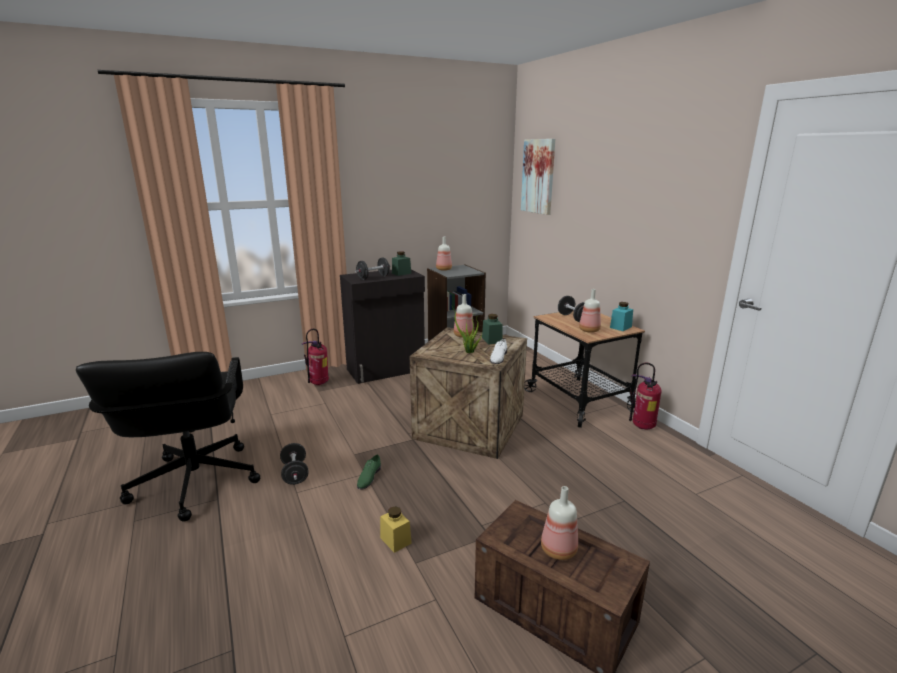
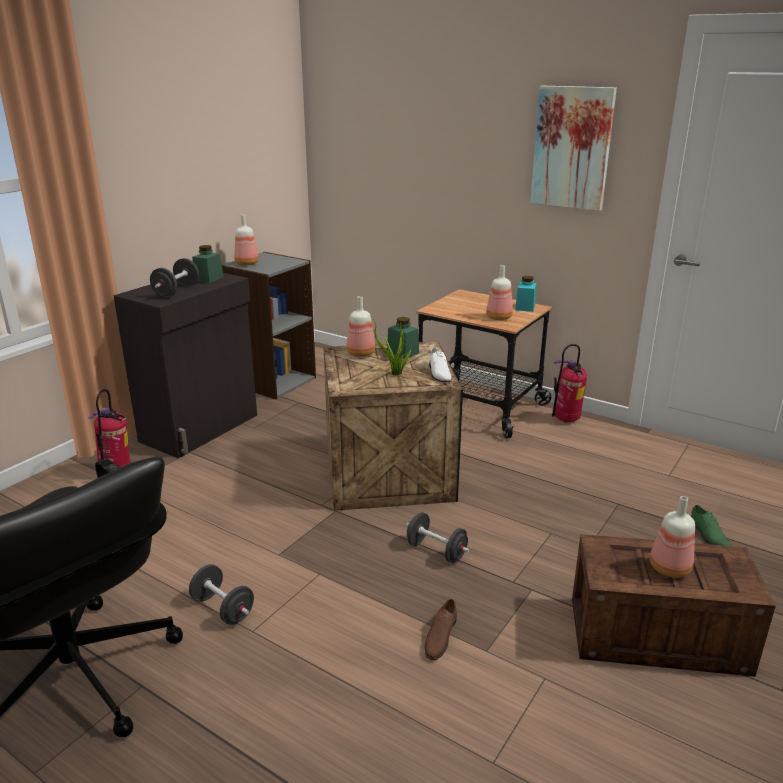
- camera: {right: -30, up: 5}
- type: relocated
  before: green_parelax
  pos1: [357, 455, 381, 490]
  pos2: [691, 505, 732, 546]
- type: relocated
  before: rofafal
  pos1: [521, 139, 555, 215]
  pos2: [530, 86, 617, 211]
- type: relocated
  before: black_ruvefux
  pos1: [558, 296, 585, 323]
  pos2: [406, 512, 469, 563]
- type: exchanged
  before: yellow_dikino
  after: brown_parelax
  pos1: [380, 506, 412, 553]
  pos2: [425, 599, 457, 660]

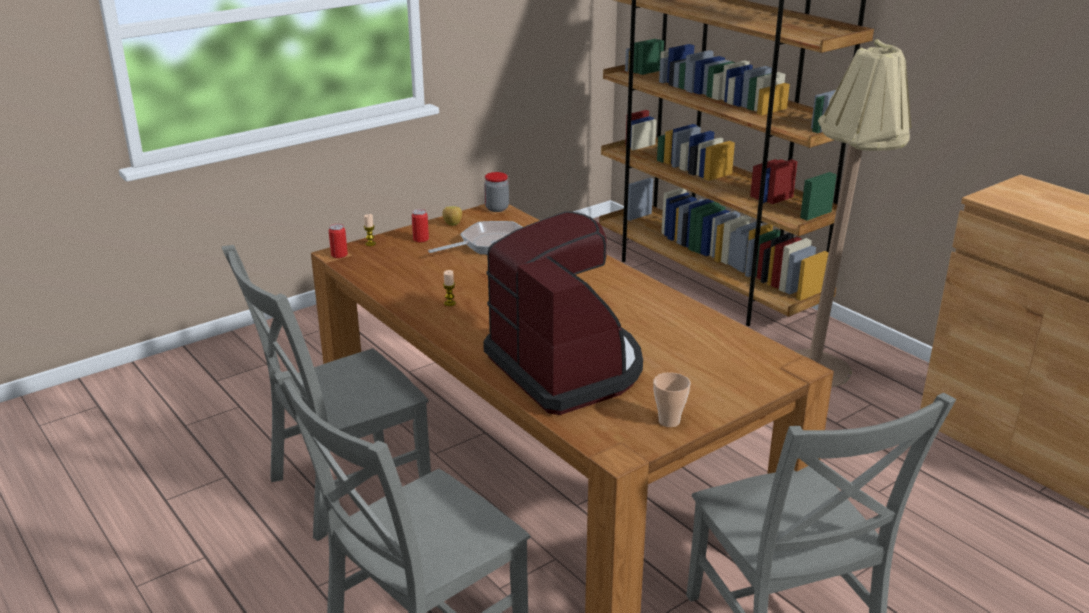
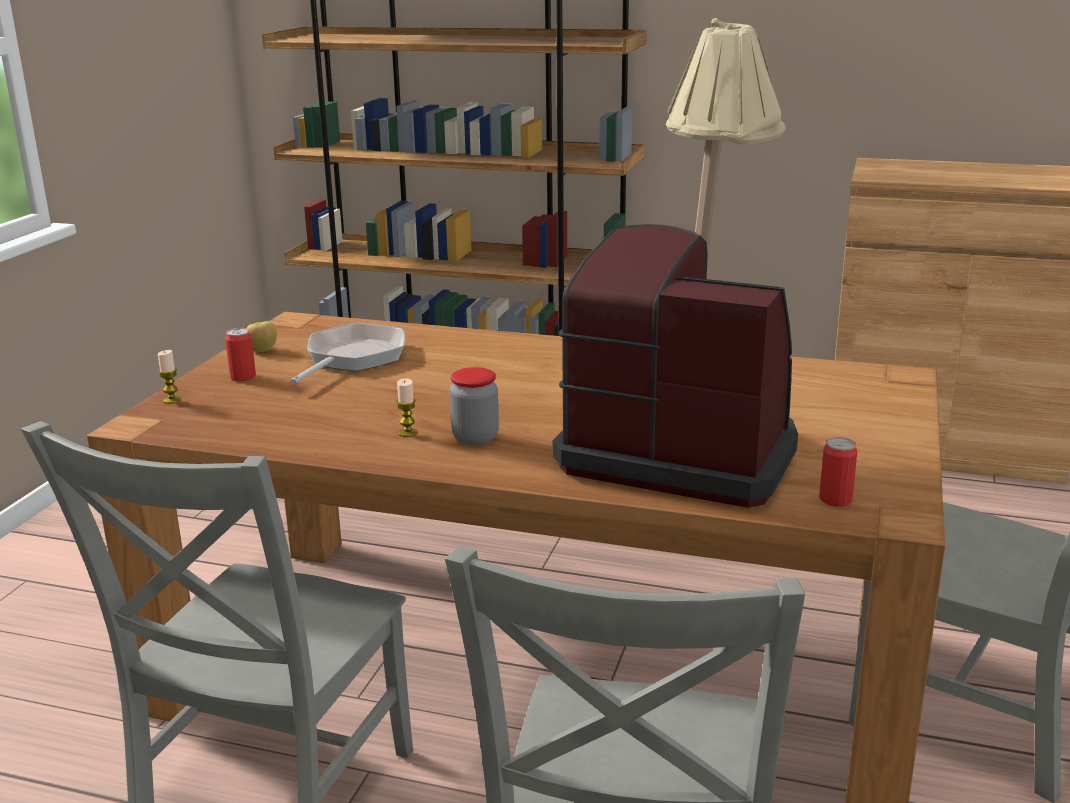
- camera: {right: -35, up: -5}
- type: missing
  before: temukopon
  pos1: [653, 372, 690, 427]
- type: relocated
  before: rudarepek
  pos1: [329, 224, 348, 258]
  pos2: [819, 437, 857, 507]
- type: relocated
  before: dikino
  pos1: [484, 172, 509, 212]
  pos2: [450, 367, 499, 445]

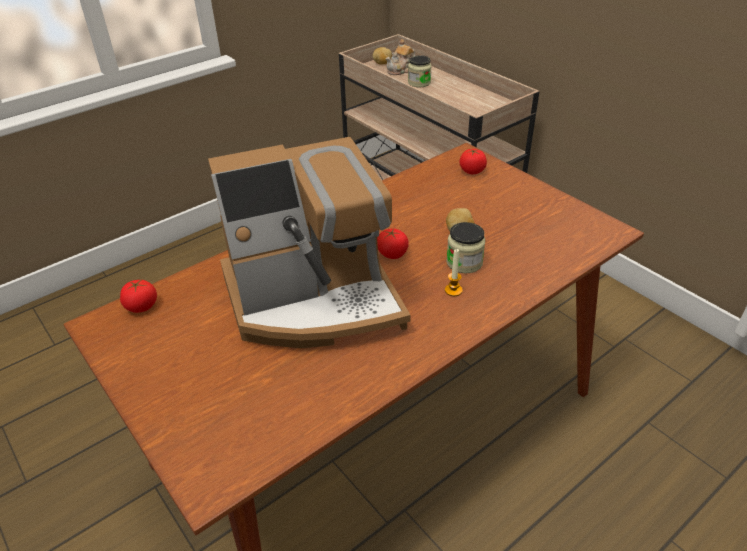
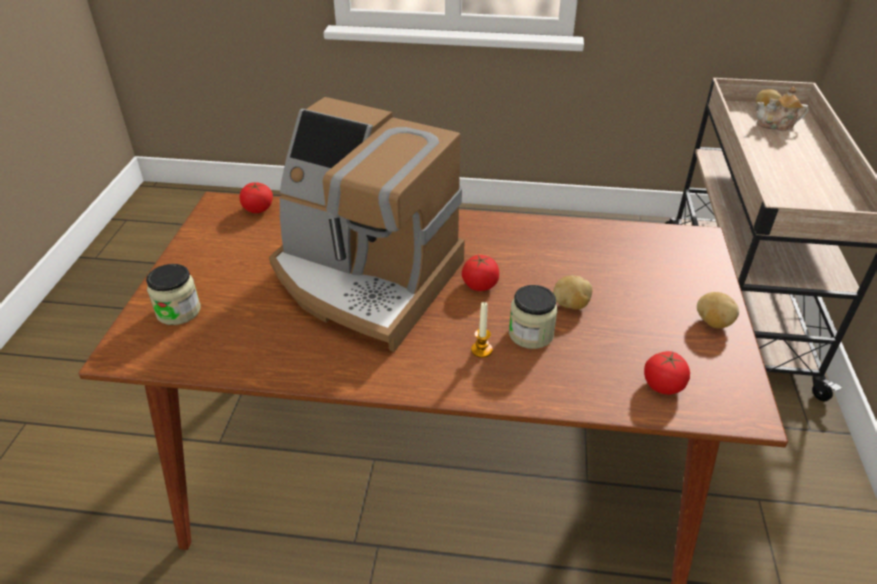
- camera: {right: 45, up: 0}
- type: appeared
  after: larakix
  pos2: [697, 292, 739, 329]
- type: relocated
  before: dikino
  pos1: [408, 55, 432, 87]
  pos2: [146, 264, 201, 325]
- type: relocated
  before: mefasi
  pos1: [460, 149, 487, 174]
  pos2: [644, 351, 690, 395]

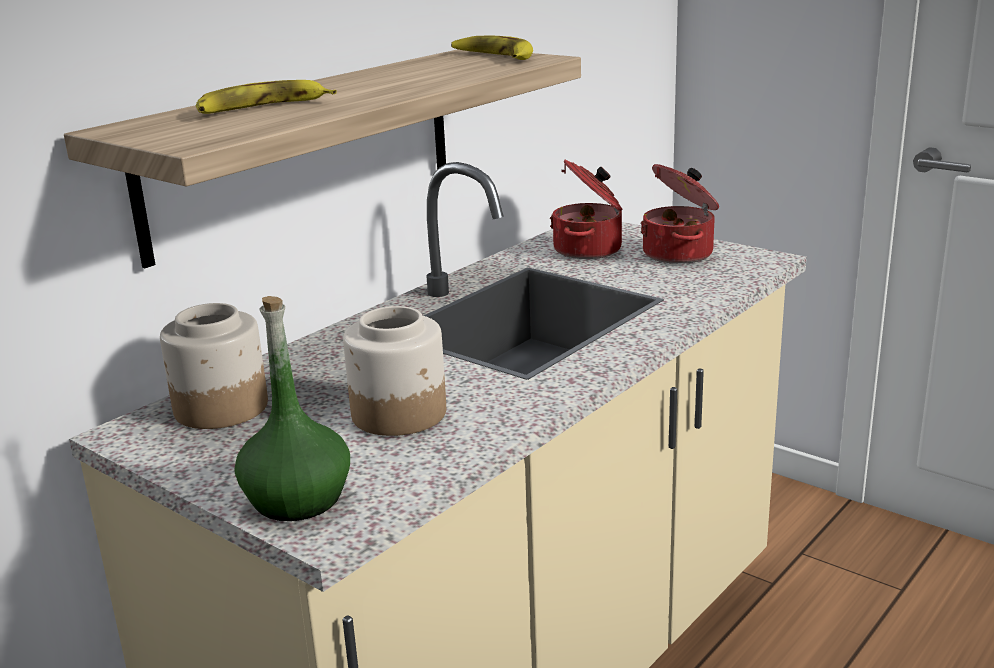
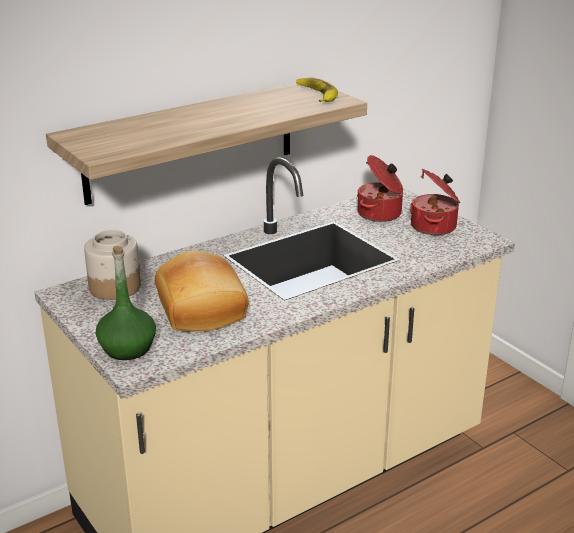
- camera: {right: 15, up: 5}
- type: missing
  before: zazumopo
  pos1: [196, 80, 337, 114]
- type: exchanged
  before: dikino
  after: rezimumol
  pos1: [343, 306, 446, 436]
  pos2: [155, 250, 249, 332]

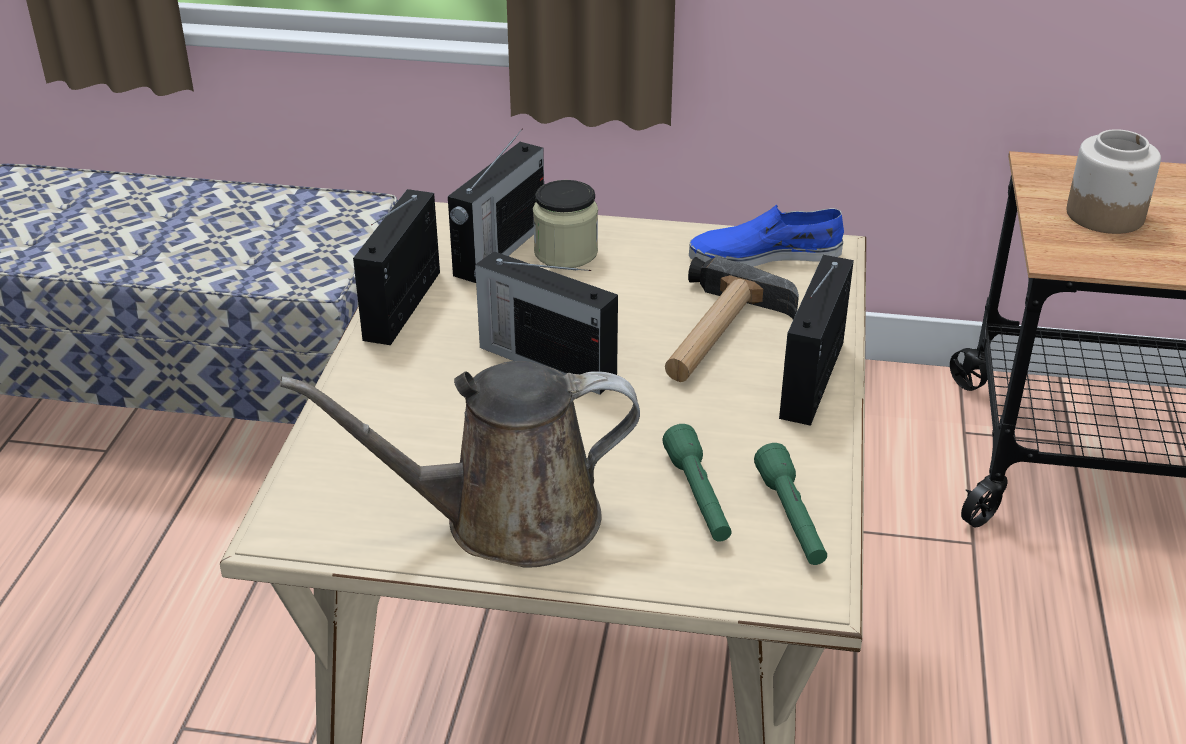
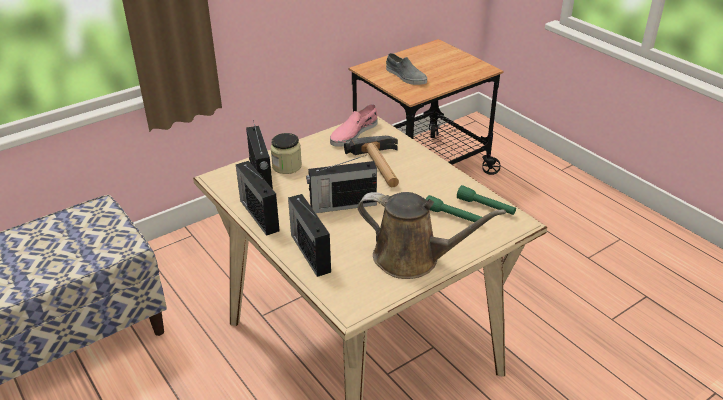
- camera: {right: -45, up: 0}
- type: relocated
  before: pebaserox
  pos1: [779, 255, 854, 426]
  pos2: [288, 194, 331, 277]
- type: exchanged
  before: dikino
  after: grey_parelax
  pos1: [1067, 129, 1161, 234]
  pos2: [386, 53, 427, 85]
- type: colour
  before: blue_parelax
  after: pink_parelax
  pos1: [689, 205, 844, 267]
  pos2: [330, 104, 378, 147]
- type: spun
  before: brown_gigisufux
  pos1: [280, 361, 640, 567]
  pos2: [358, 192, 506, 279]
  turn: -105

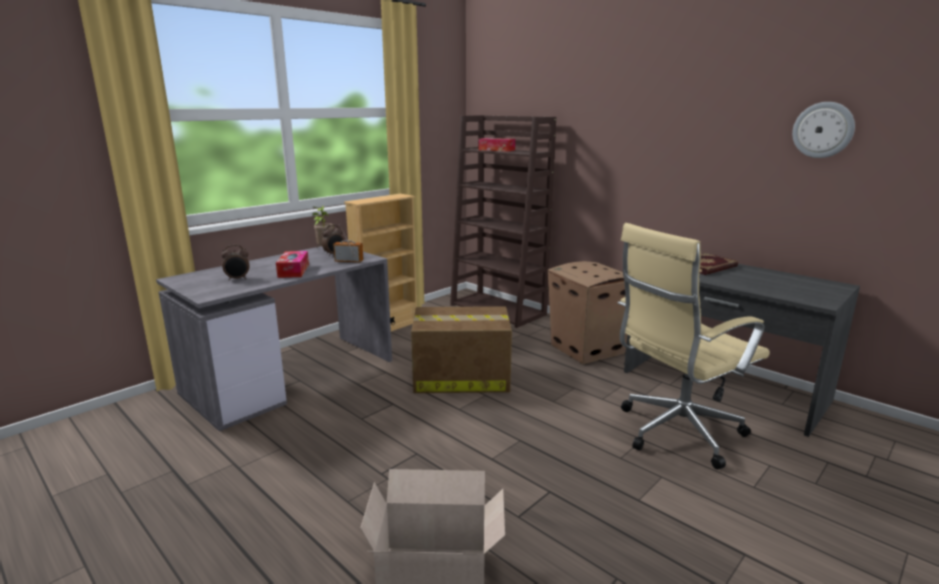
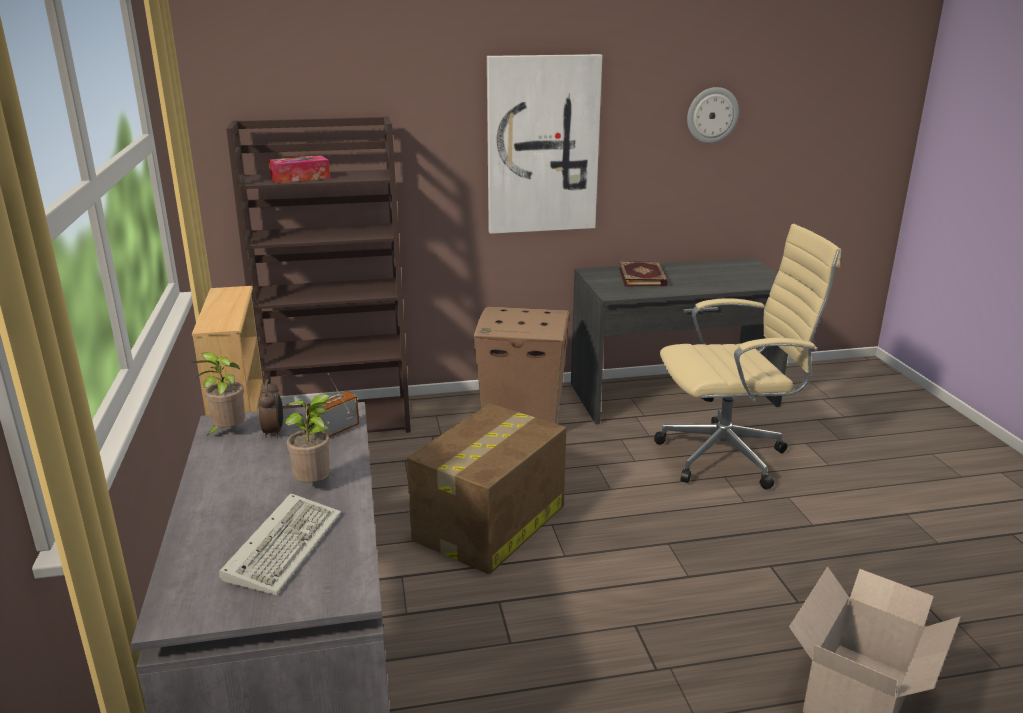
- camera: {right: -55, up: 5}
- type: appeared
  after: rofafal
  pos2: [487, 54, 603, 234]
- type: exchanged
  before: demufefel
  after: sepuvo
  pos1: [221, 245, 250, 281]
  pos2: [219, 493, 341, 595]
- type: exchanged
  before: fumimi
  after: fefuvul
  pos1: [276, 251, 309, 278]
  pos2: [285, 394, 332, 482]
- type: spun
  before: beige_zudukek
  pos1: [618, 223, 770, 469]
  pos2: [654, 224, 841, 490]
  turn: -105

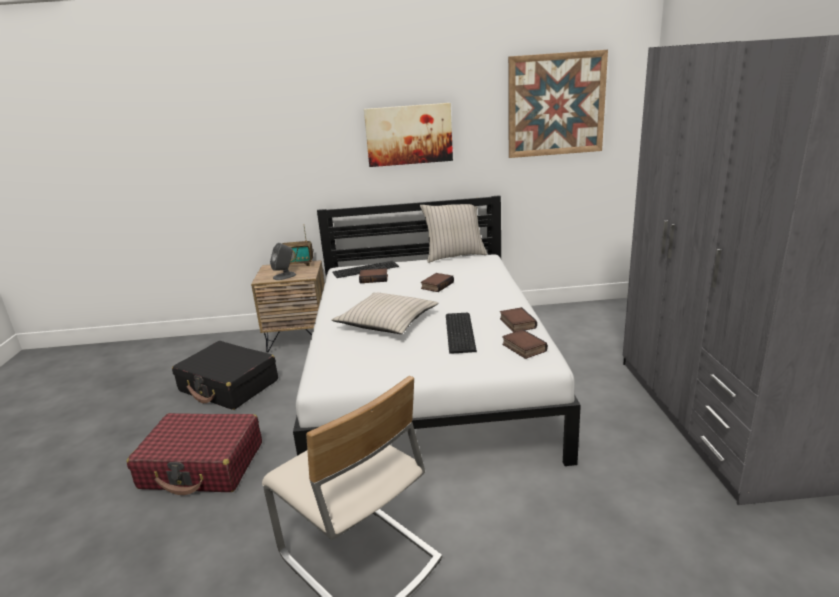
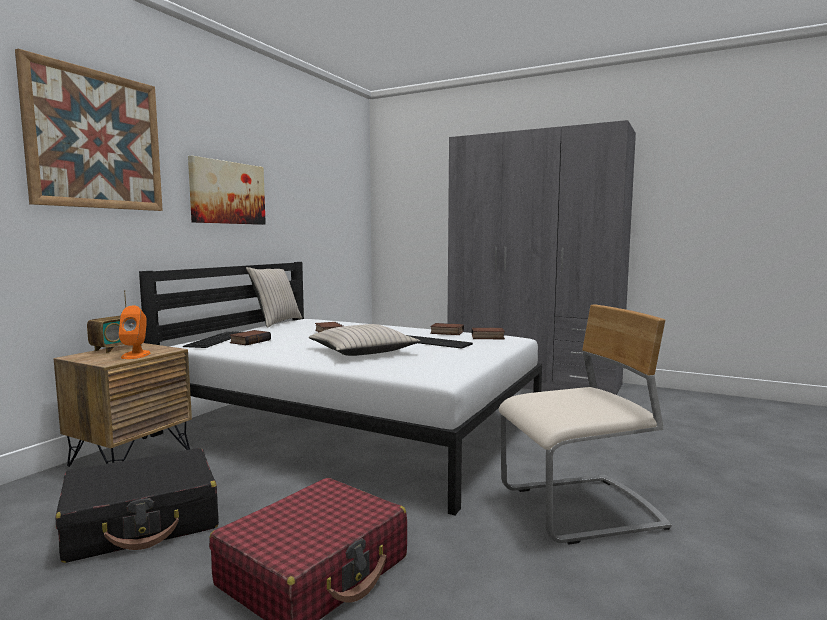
- camera: {right: -60, up: -15}
- type: relocated
  before: rofafal
  pos1: [508, 50, 608, 158]
  pos2: [15, 49, 163, 211]
- type: colour
  before: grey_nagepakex
  after: orange_nagepakex
  pos1: [270, 243, 296, 280]
  pos2: [118, 306, 150, 359]

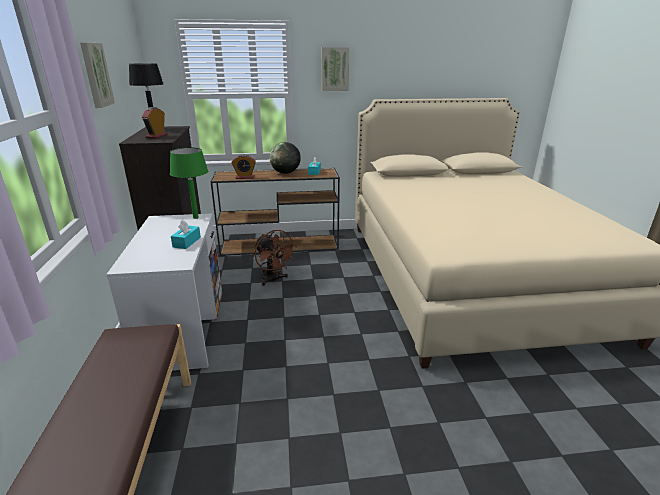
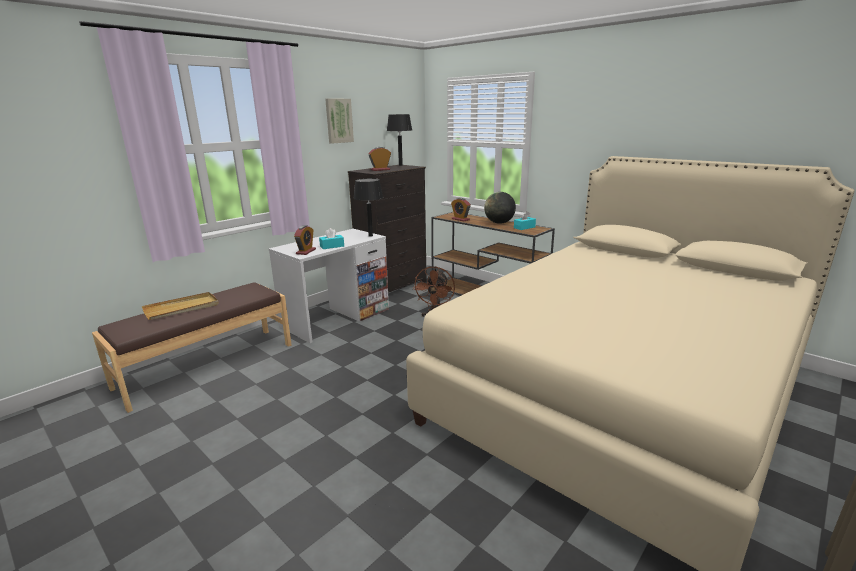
- camera: {right: 50, up: -5}
- type: missing
  before: rofafal
  pos1: [322, 47, 349, 91]
- type: appeared
  after: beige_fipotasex
  pos2: [142, 292, 219, 320]
- type: appeared
  after: demufefel
  pos2: [294, 225, 316, 255]
- type: colour
  before: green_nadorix
  after: black_nadorix
  pos1: [170, 147, 208, 219]
  pos2: [353, 178, 383, 237]

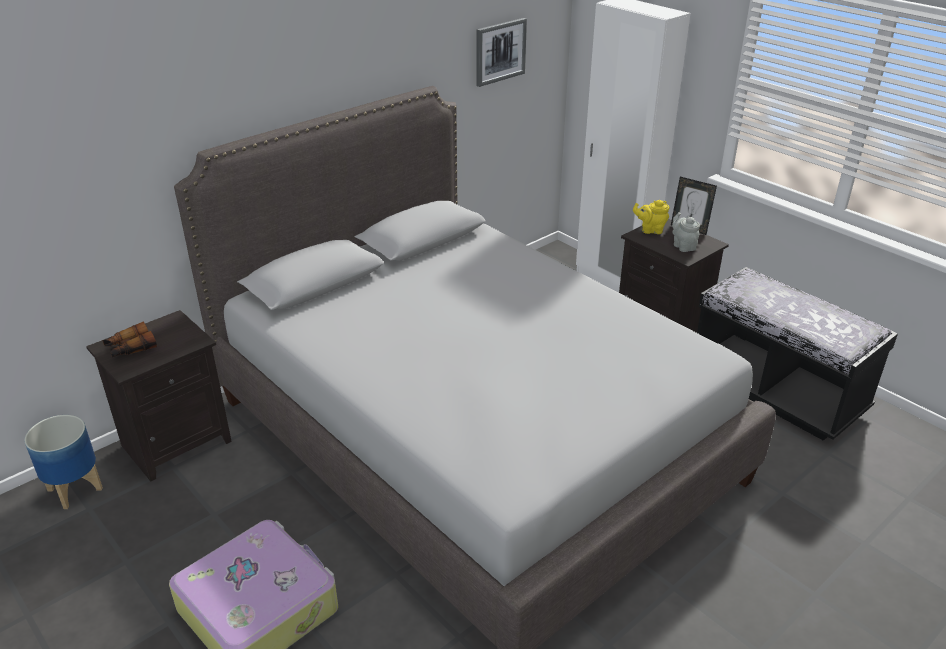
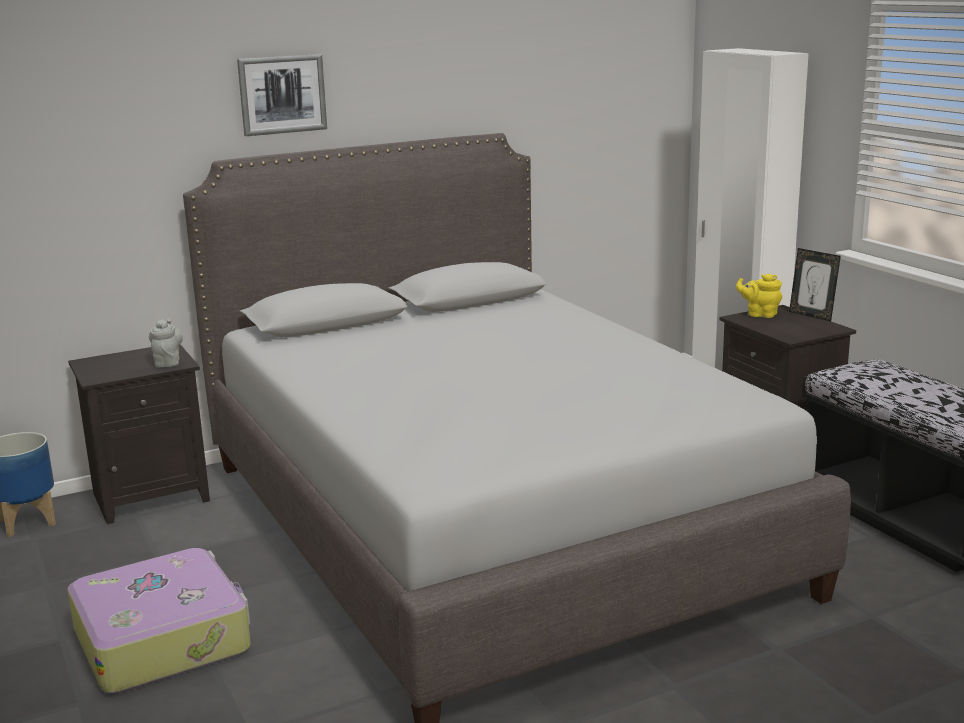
- camera: {right: 15, up: -15}
- type: missing
  before: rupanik
  pos1: [103, 322, 157, 357]
- type: relocated
  before: rofafal
  pos1: [476, 18, 527, 87]
  pos2: [237, 54, 327, 136]
- type: relocated
  before: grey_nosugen
  pos1: [672, 212, 700, 252]
  pos2: [149, 319, 183, 367]

